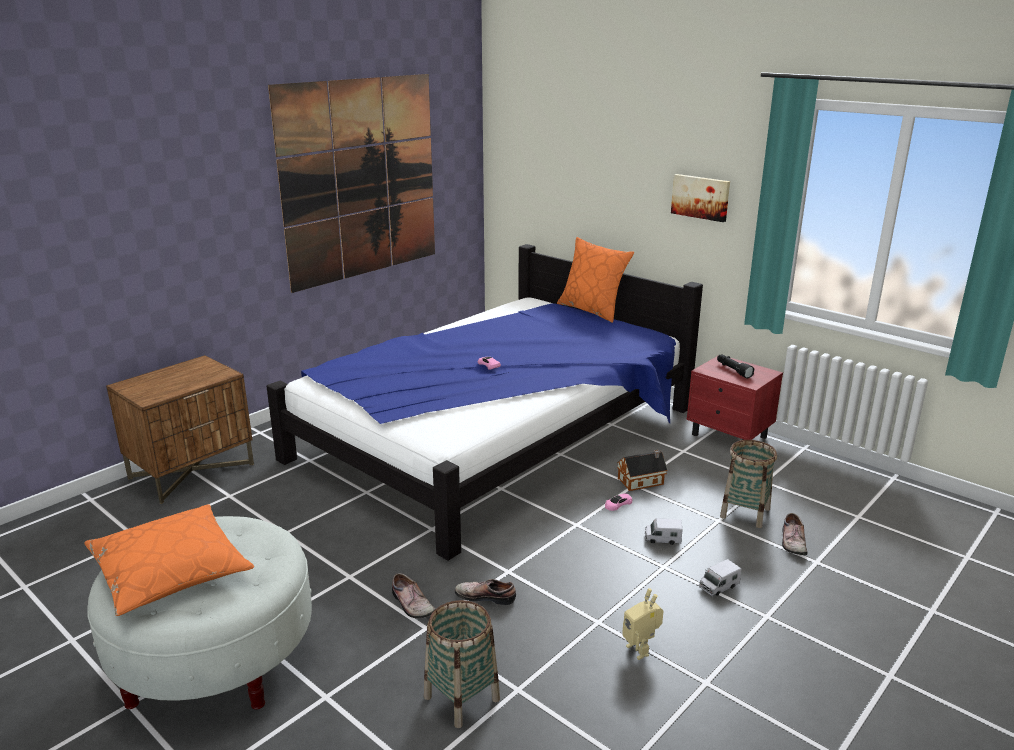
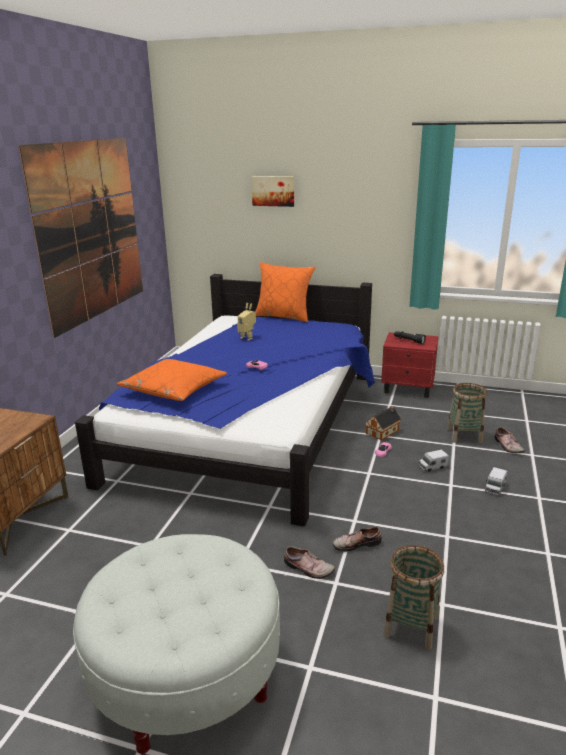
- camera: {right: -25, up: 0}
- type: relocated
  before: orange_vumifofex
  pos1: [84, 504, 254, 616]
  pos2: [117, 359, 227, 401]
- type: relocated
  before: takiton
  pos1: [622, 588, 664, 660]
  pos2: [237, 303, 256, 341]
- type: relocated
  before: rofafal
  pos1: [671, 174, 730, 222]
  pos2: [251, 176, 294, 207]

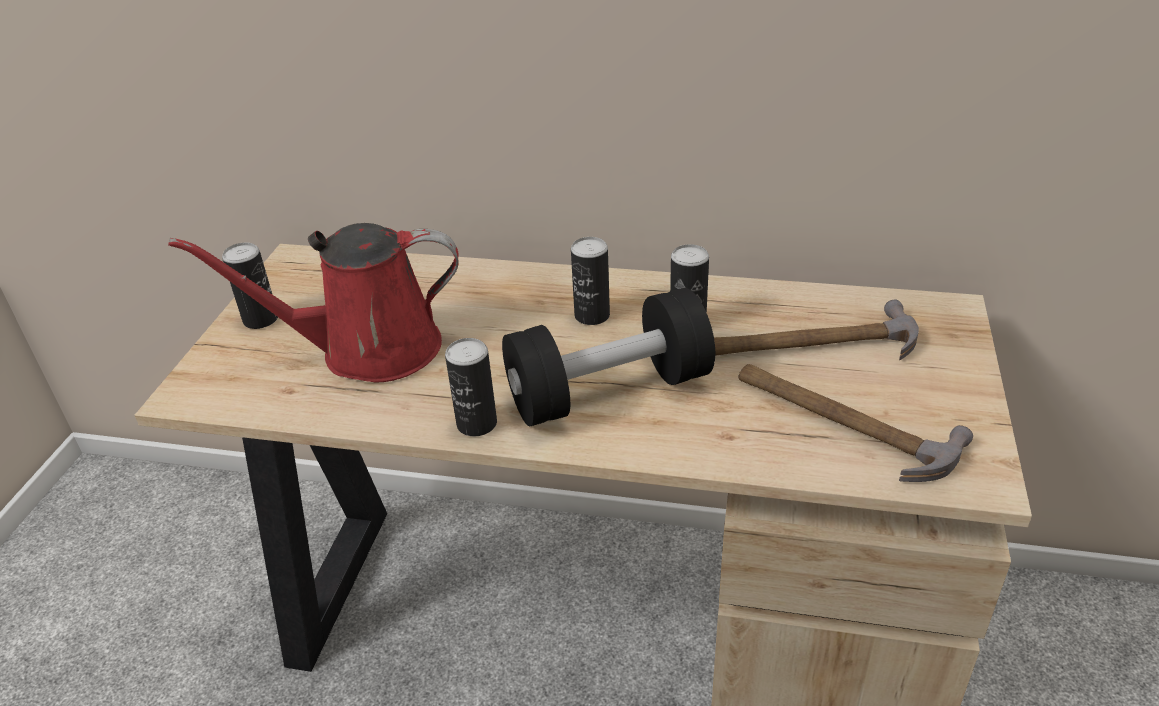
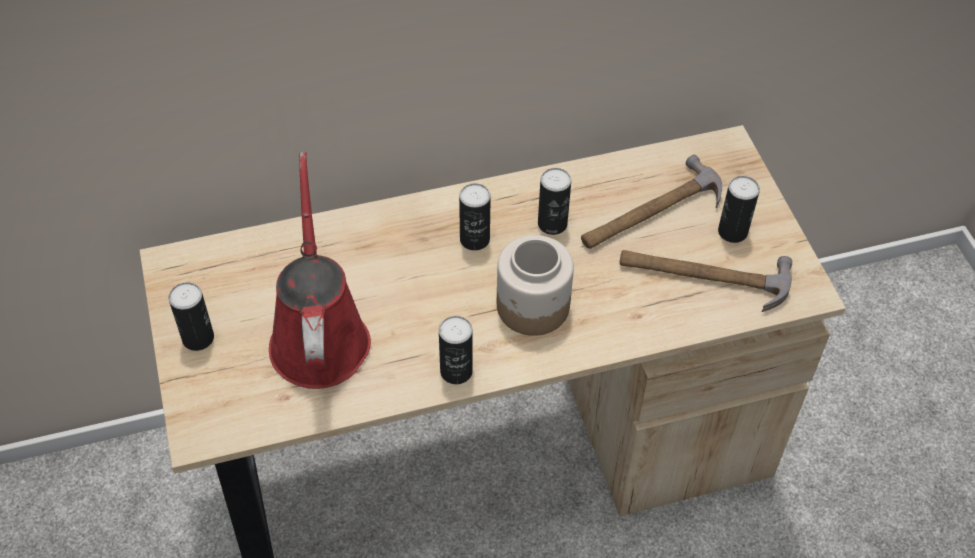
- camera: {right: -30, up: 15}
- type: appeared
  after: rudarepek
  pos2: [718, 176, 760, 243]
- type: exchanged
  before: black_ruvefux
  after: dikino
  pos1: [502, 288, 715, 426]
  pos2: [497, 235, 574, 336]
- type: spun
  before: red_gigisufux
  pos1: [168, 223, 459, 383]
  pos2: [269, 152, 371, 389]
  turn: 120

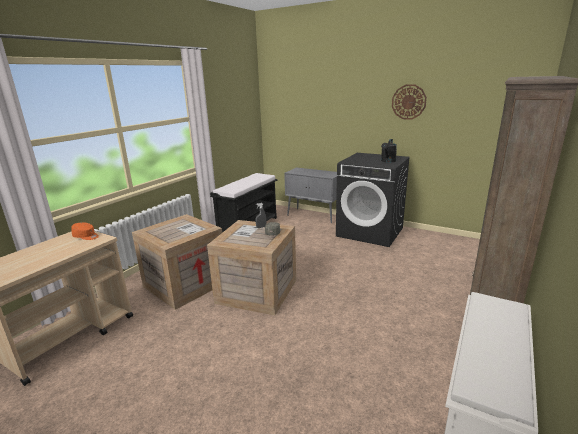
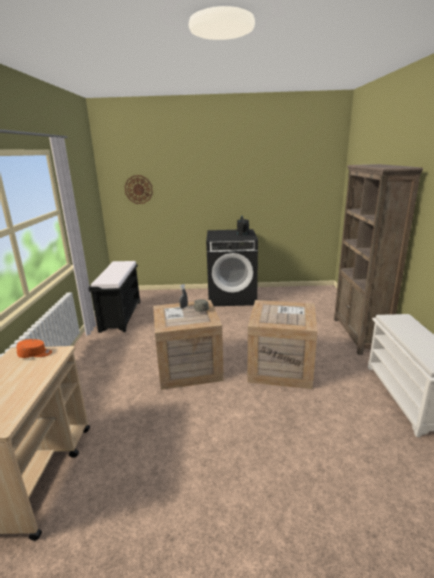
- camera: {right: -30, up: 0}
- type: missing
  before: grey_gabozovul
  pos1: [284, 167, 337, 224]
- type: relocated
  before: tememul
  pos1: [132, 214, 222, 310]
  pos2: [248, 300, 317, 389]
- type: relocated
  before: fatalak
  pos1: [392, 84, 427, 120]
  pos2: [125, 175, 153, 204]

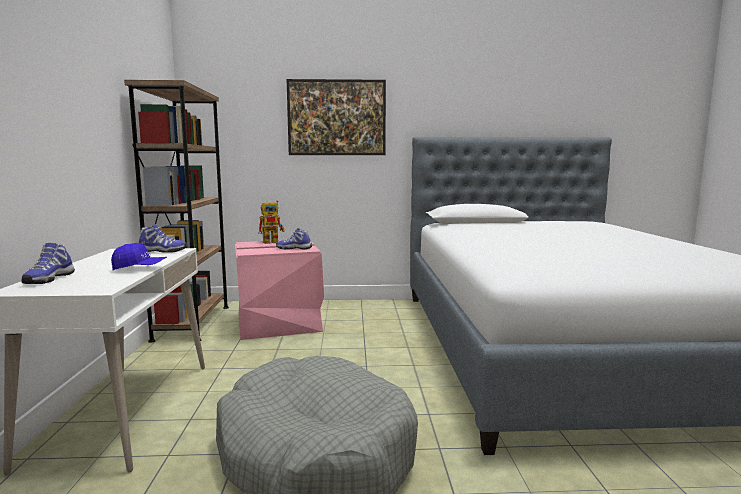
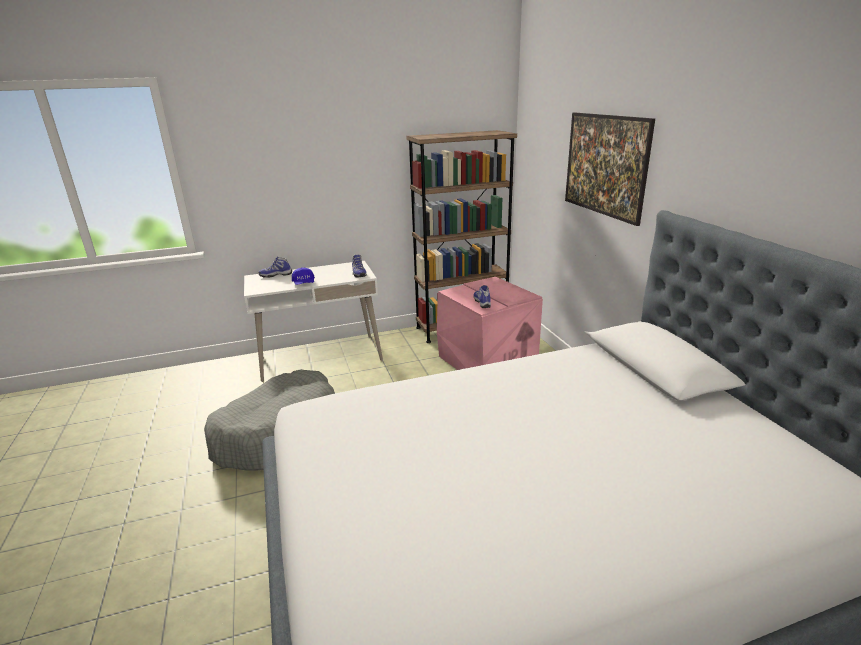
- camera: {right: 75, up: 15}
- type: missing
  before: takiton
  pos1: [258, 200, 285, 244]

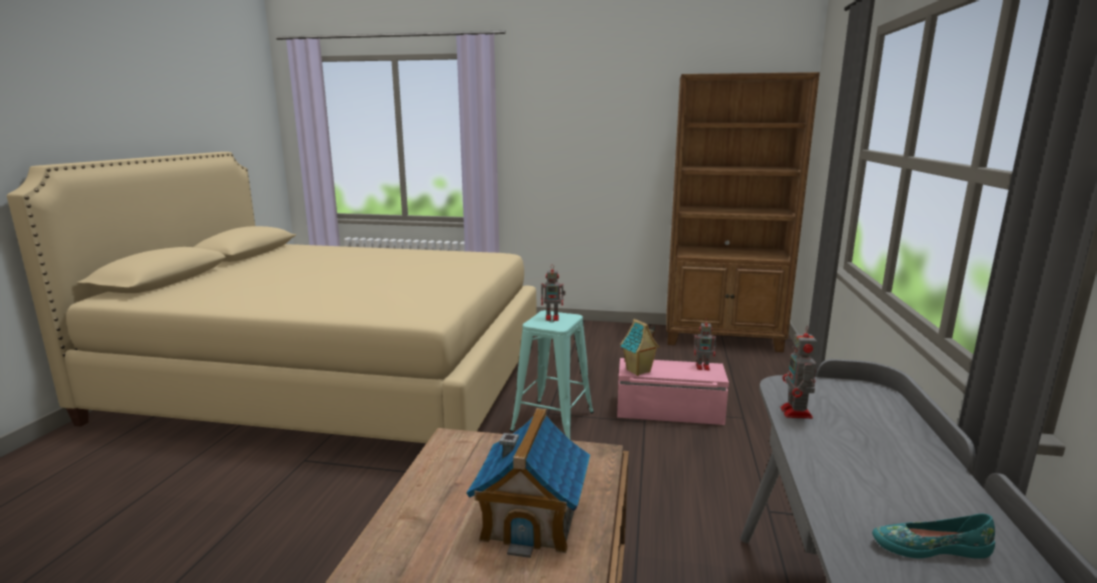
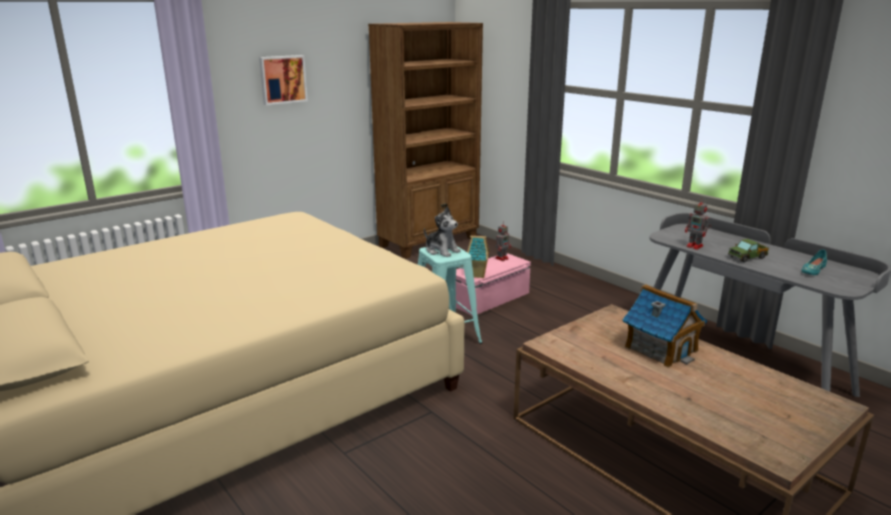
- camera: {right: -50, up: 5}
- type: appeared
  after: rofafal
  pos2: [259, 55, 308, 105]
- type: appeared
  after: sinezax
  pos2: [728, 239, 769, 262]
- type: exchanged
  before: takiton
  after: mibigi
  pos1: [541, 264, 565, 321]
  pos2: [424, 207, 461, 257]

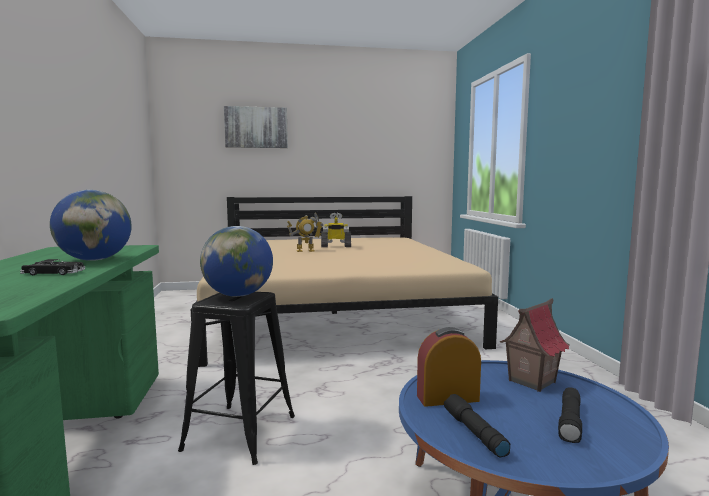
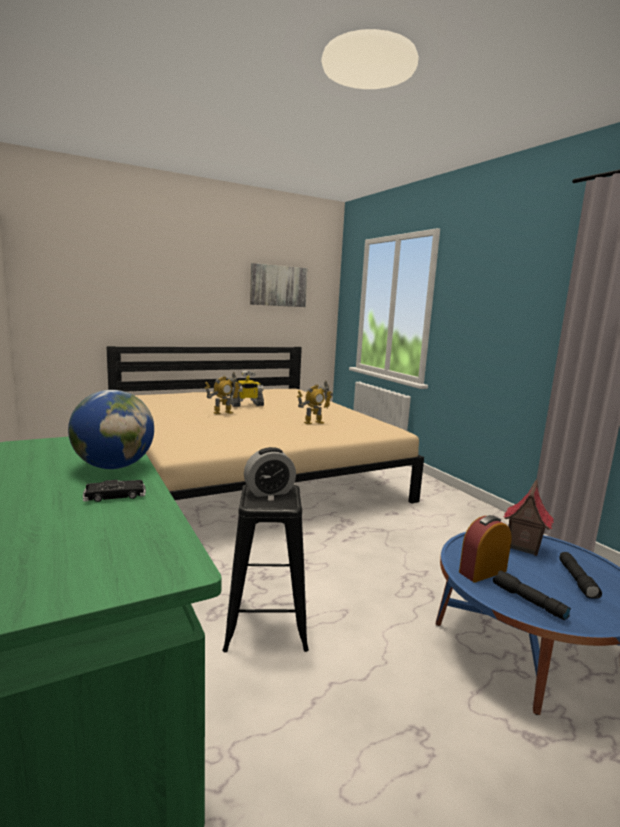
- camera: {right: -20, up: 5}
- type: appeared
  after: takiton
  pos2: [297, 381, 333, 424]
- type: relocated
  before: rofafal
  pos1: [224, 106, 288, 148]
  pos2: [250, 263, 308, 307]
- type: exchanged
  before: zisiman
  after: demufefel
  pos1: [200, 226, 273, 297]
  pos2: [244, 447, 296, 497]

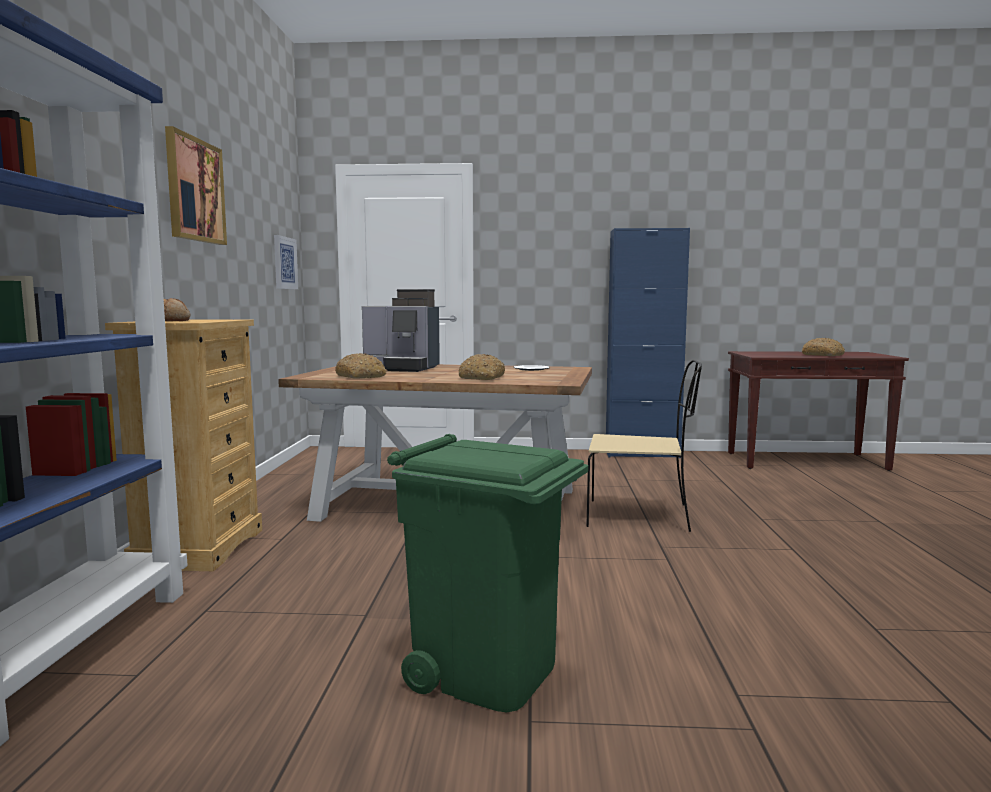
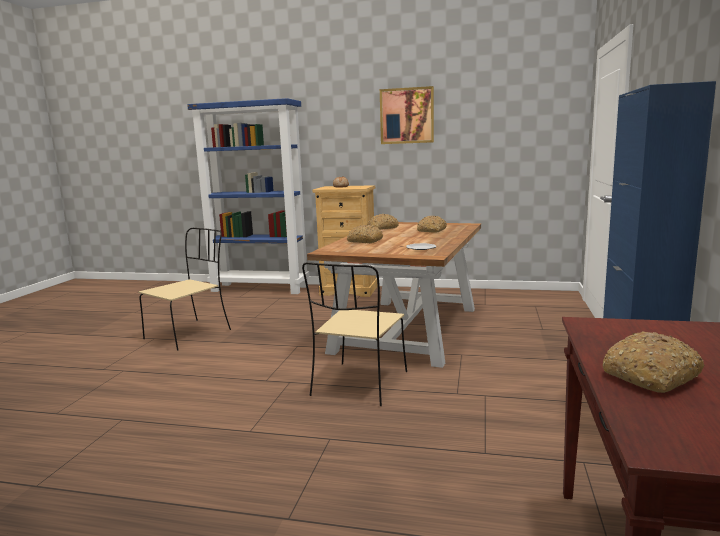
- camera: {right: 100, up: 5}
- type: missing
  before: rofafal
  pos1: [274, 235, 298, 289]
- type: exchanged
  before: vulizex
  after: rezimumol
  pos1: [362, 289, 440, 372]
  pos2: [417, 216, 447, 233]
- type: exchanged
  before: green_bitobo
  after: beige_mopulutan
  pos1: [387, 434, 588, 712]
  pos2: [138, 228, 231, 351]

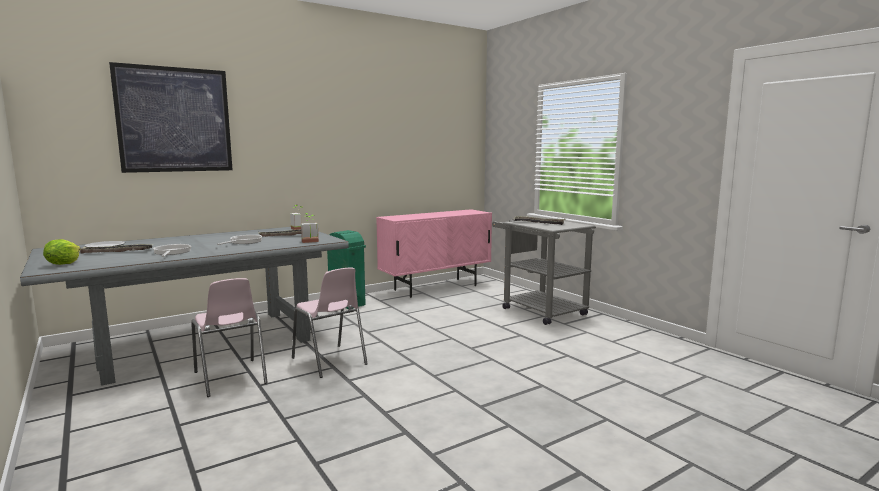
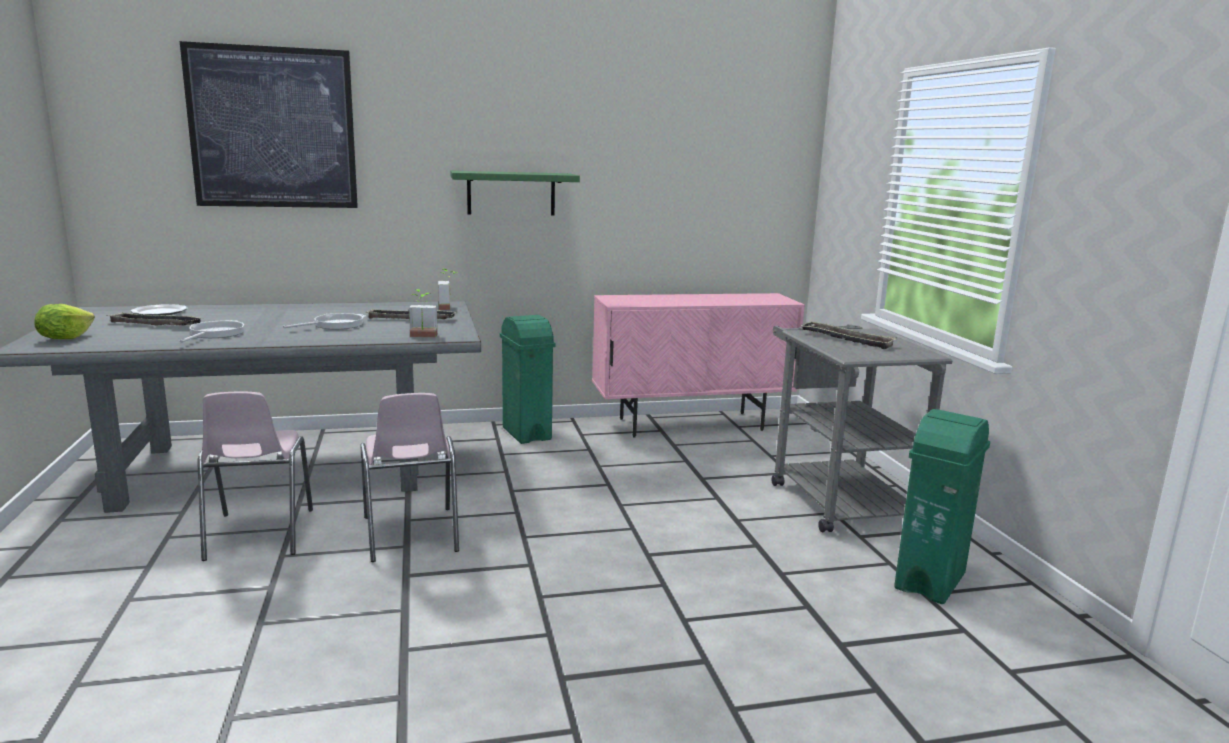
- camera: {right: 20, up: 5}
- type: appeared
  after: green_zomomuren
  pos2: [450, 171, 580, 216]
- type: appeared
  after: green_bitobo
  pos2: [894, 409, 990, 604]

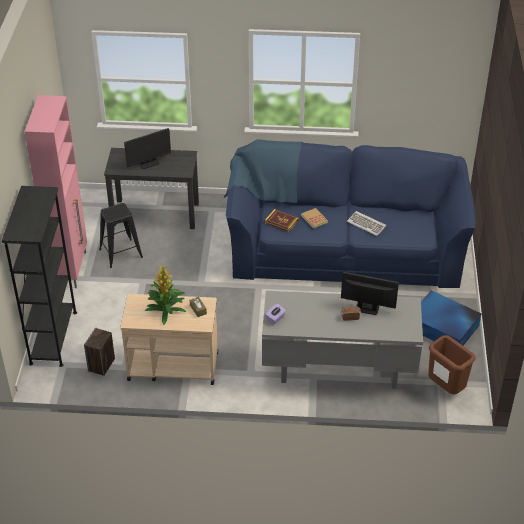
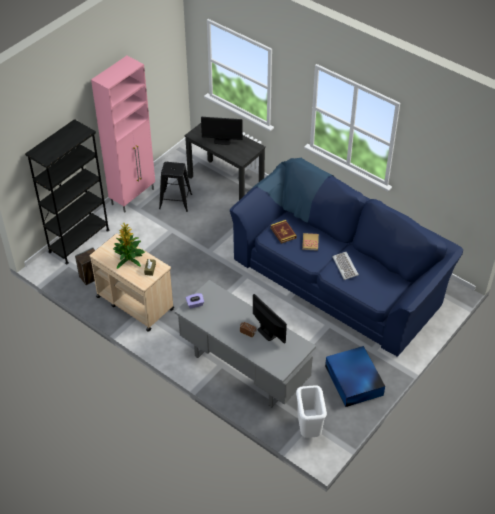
- camera: {right: 35, up: 5}
- type: colour
  before: brown_bitobo
  after: white_bitobo
  pos1: [428, 335, 476, 394]
  pos2: [296, 385, 327, 438]

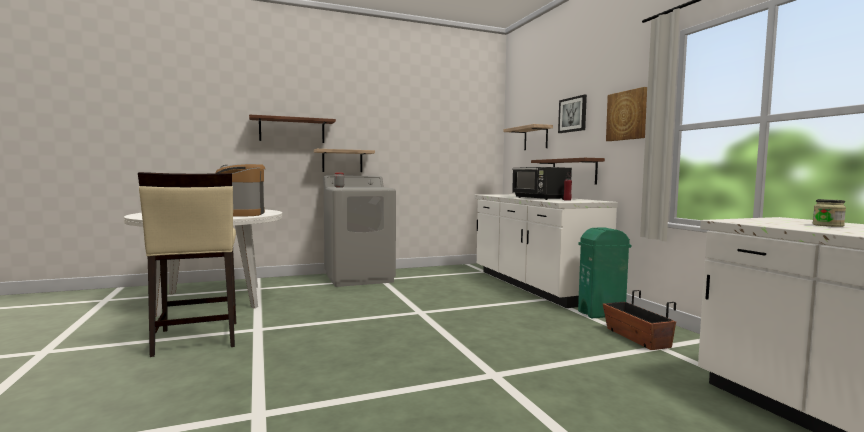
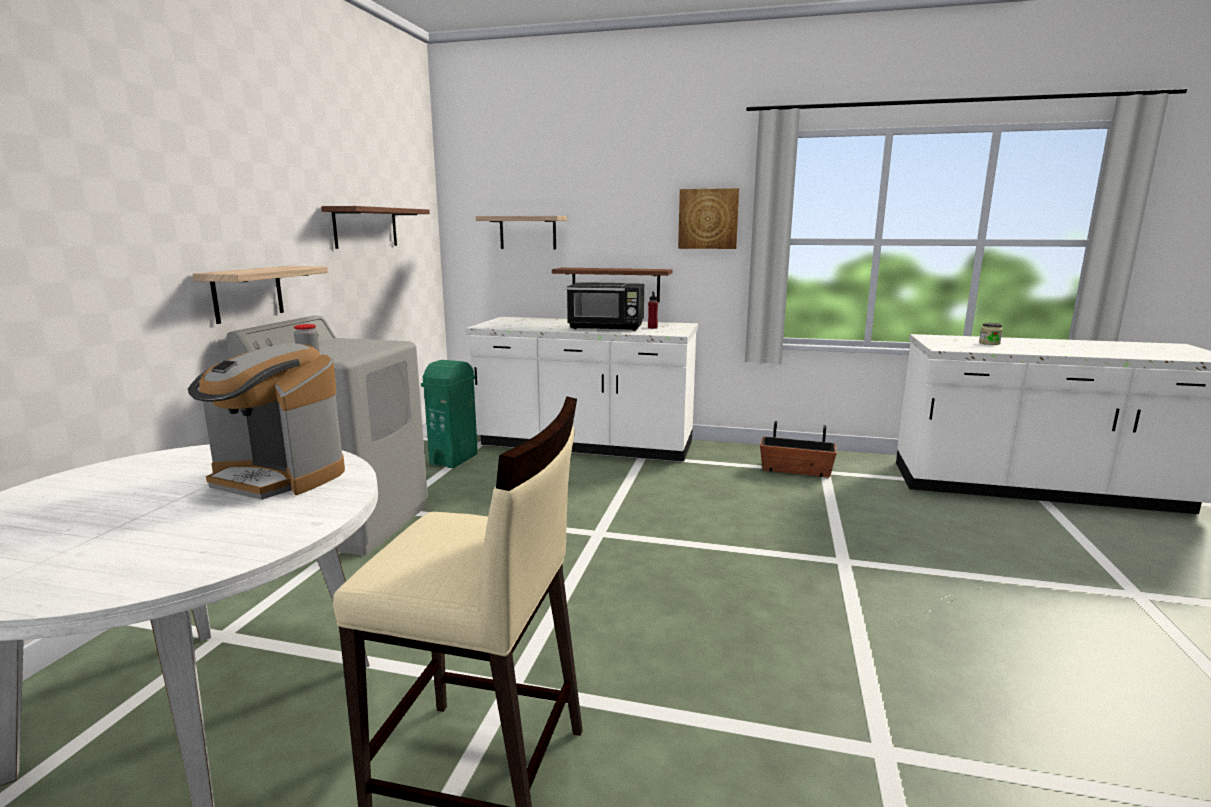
- camera: {right: -55, up: 10}
- type: missing
  before: rofafal
  pos1: [558, 95, 587, 133]
- type: relocated
  before: zomomuren
  pos1: [249, 114, 336, 143]
  pos2: [321, 206, 430, 249]
- type: relocated
  before: green_bitobo
  pos1: [578, 227, 631, 318]
  pos2: [421, 360, 478, 468]

